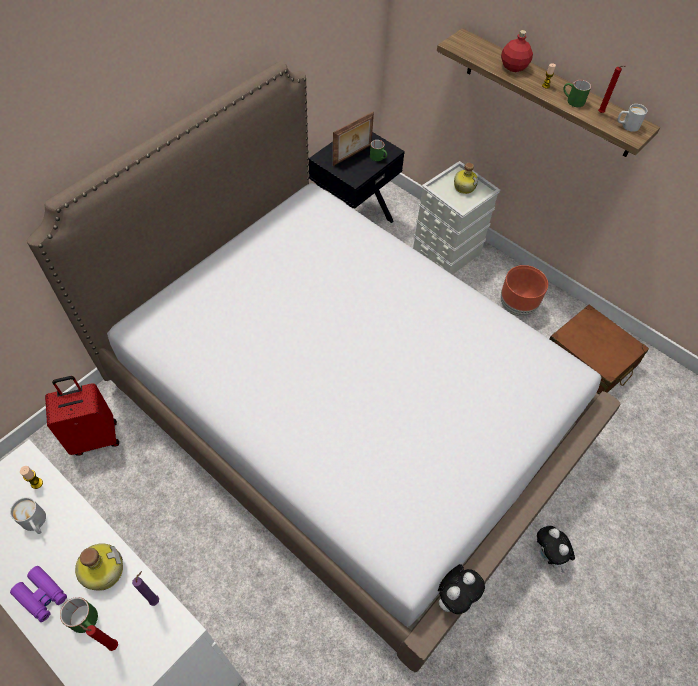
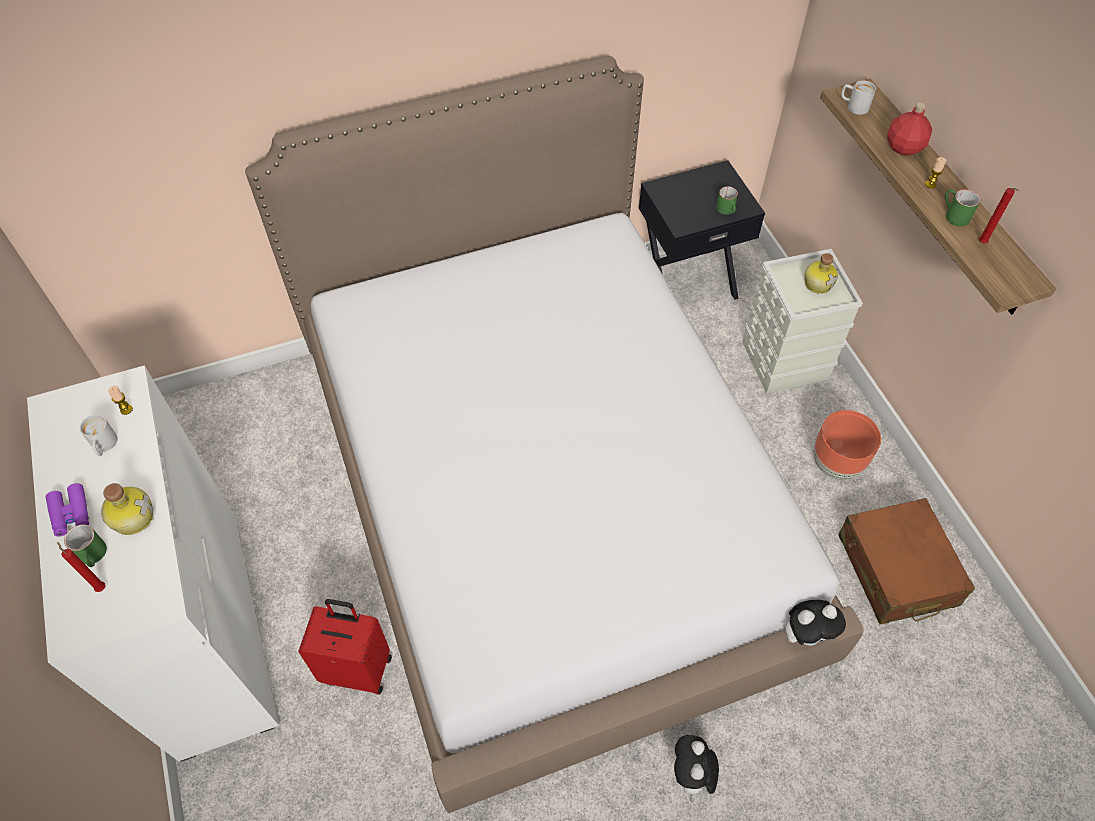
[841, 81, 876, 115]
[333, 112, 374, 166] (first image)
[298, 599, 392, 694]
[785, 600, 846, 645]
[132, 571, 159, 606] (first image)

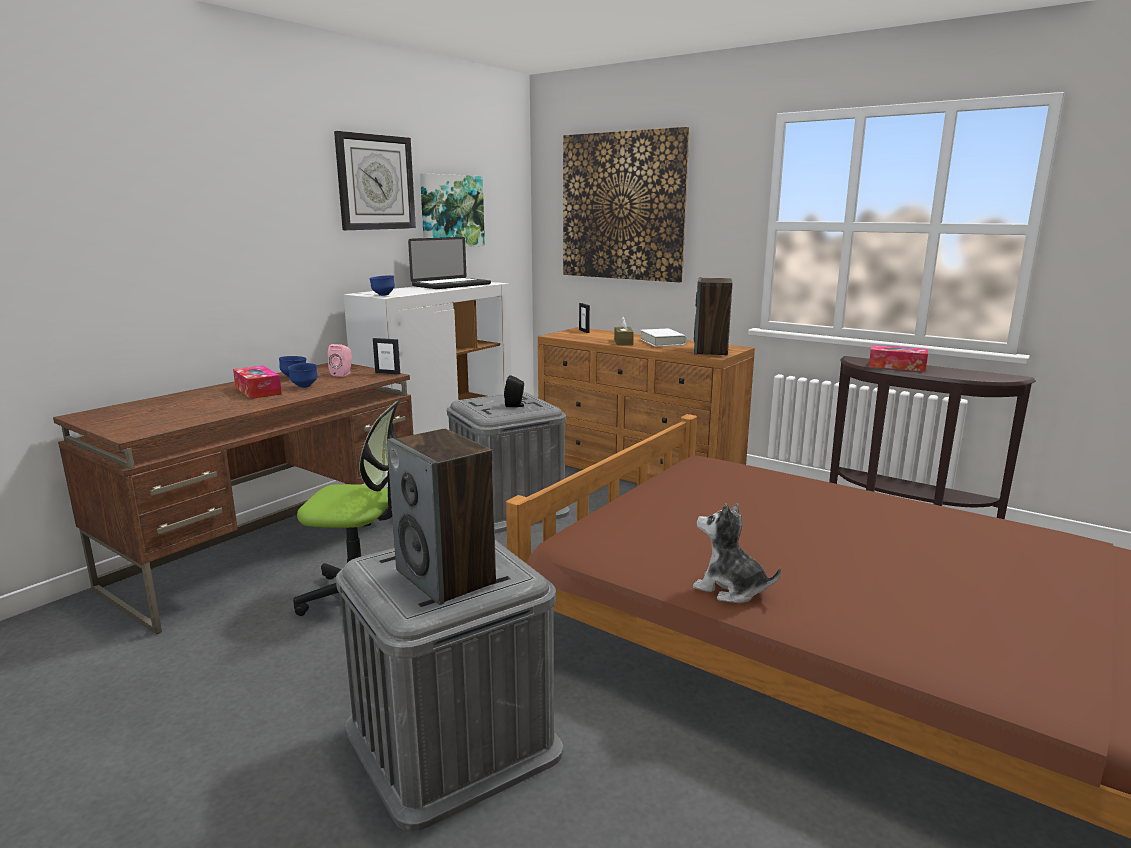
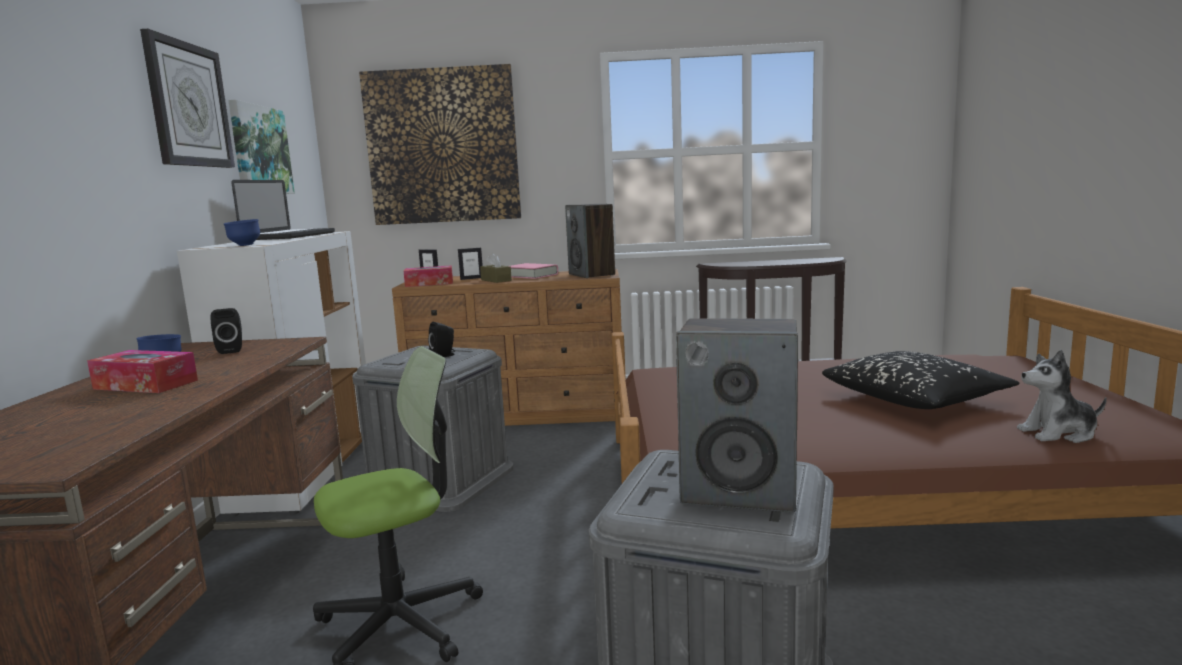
[510, 263, 558, 279]
[458, 248, 483, 280]
[211, 308, 242, 354]
[403, 265, 453, 287]
[288, 363, 317, 388] (first image)
[1017, 350, 1107, 443]
[822, 351, 1019, 409]

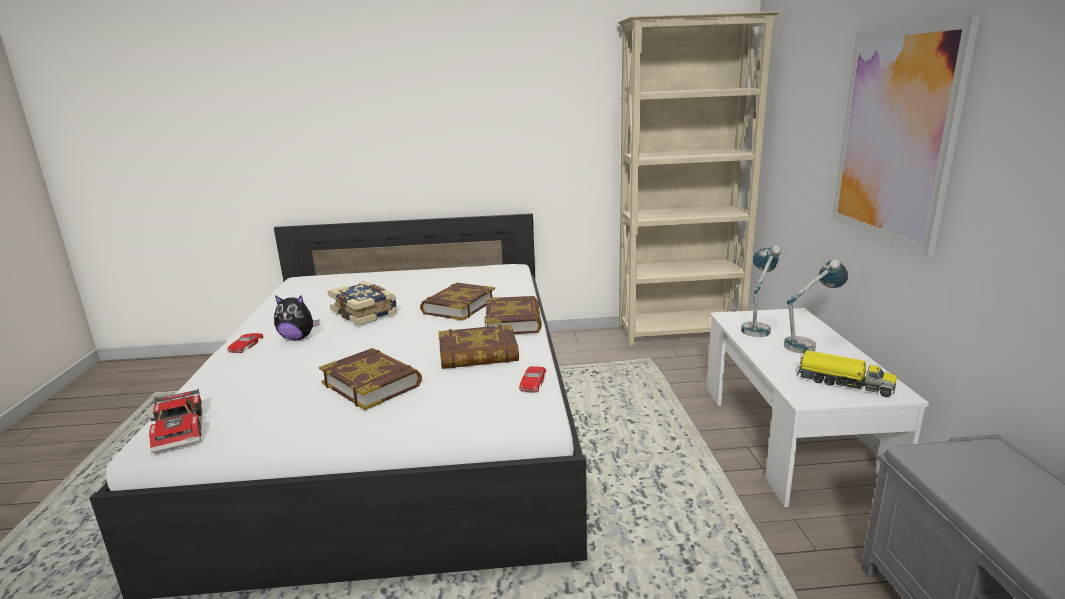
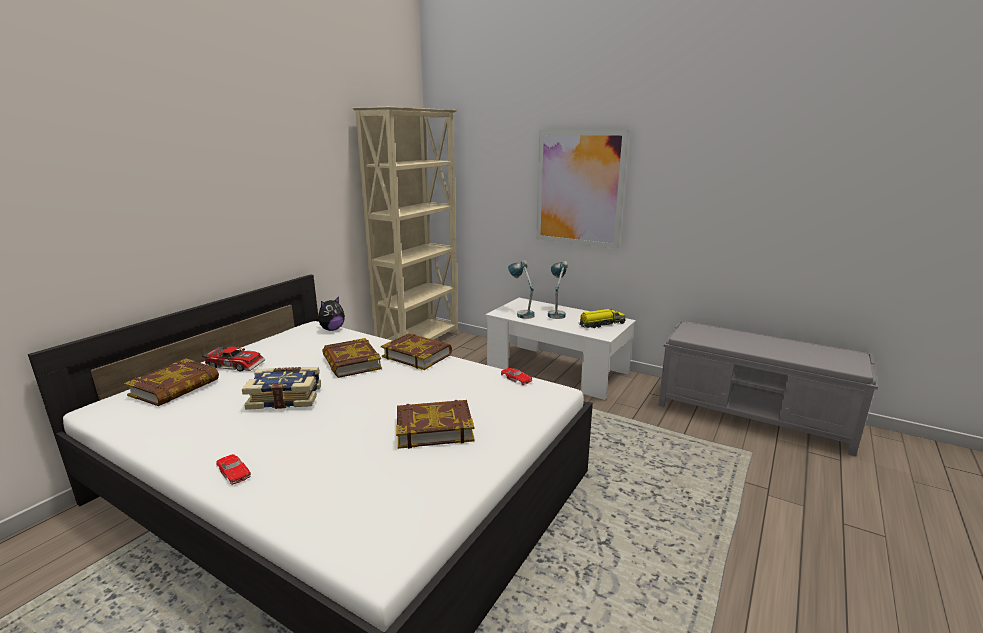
[317, 296, 345, 331]
[124, 359, 219, 406]
[202, 346, 265, 372]

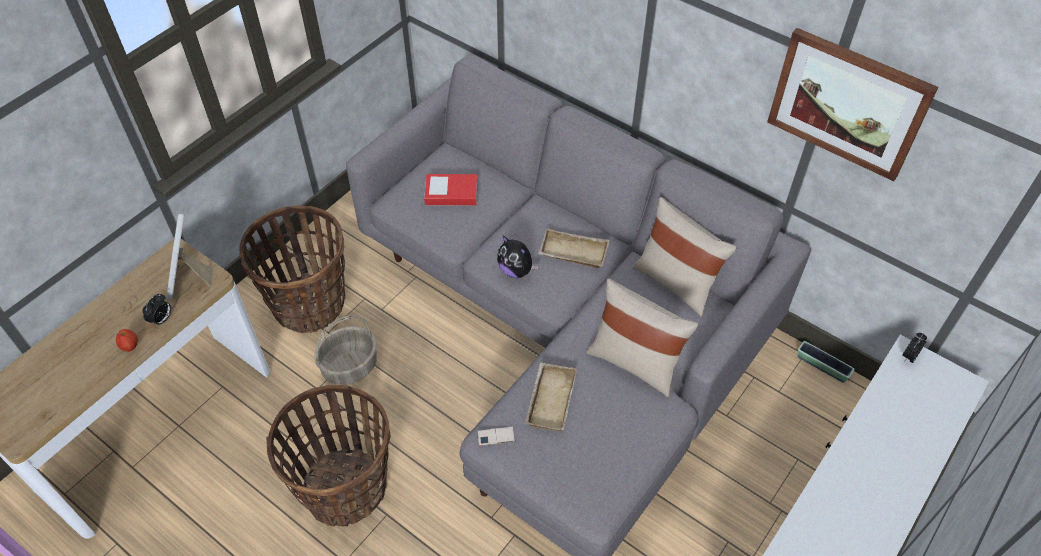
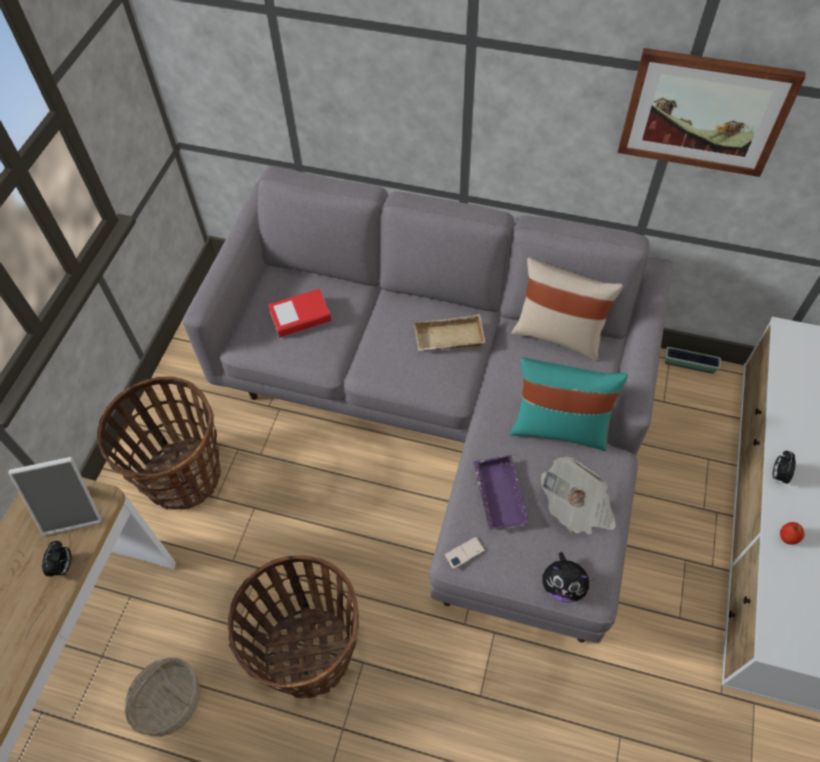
[9, 457, 102, 536]
[543, 552, 593, 603]
[509, 358, 628, 451]
[125, 657, 200, 737]
[780, 522, 805, 544]
[773, 451, 796, 484]
[473, 455, 529, 530]
[541, 457, 616, 535]

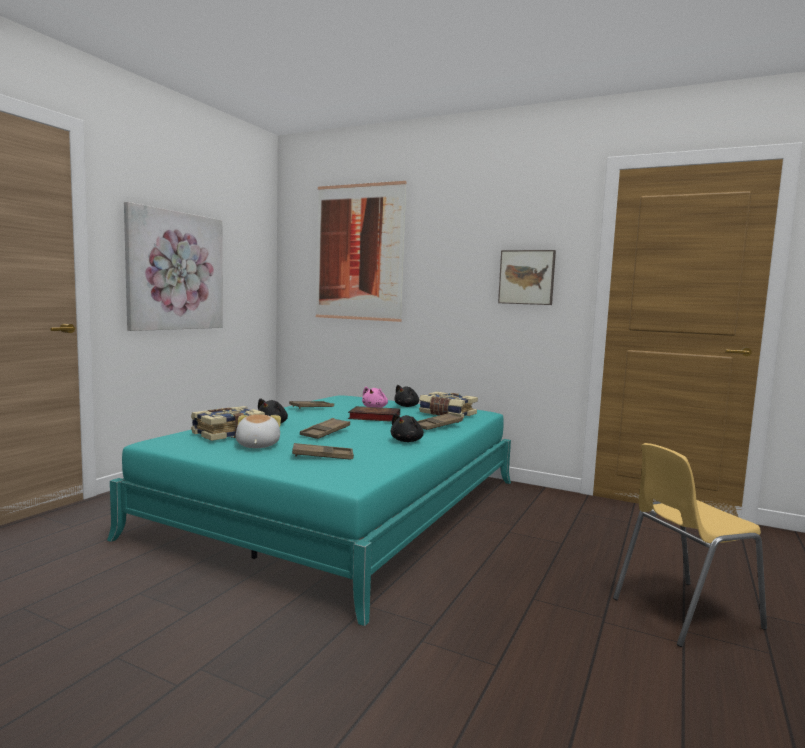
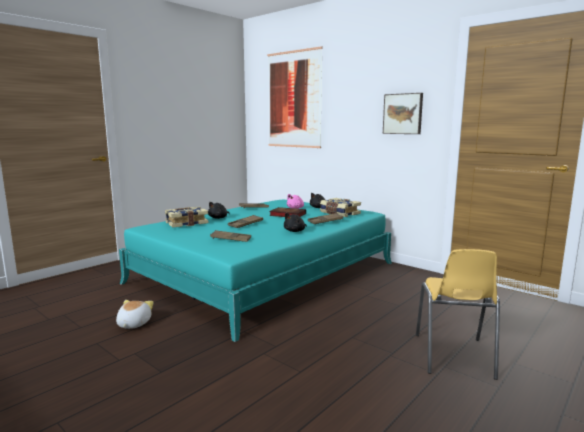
[124, 202, 223, 331] (first image)
[116, 300, 154, 329]
[416, 249, 500, 380]

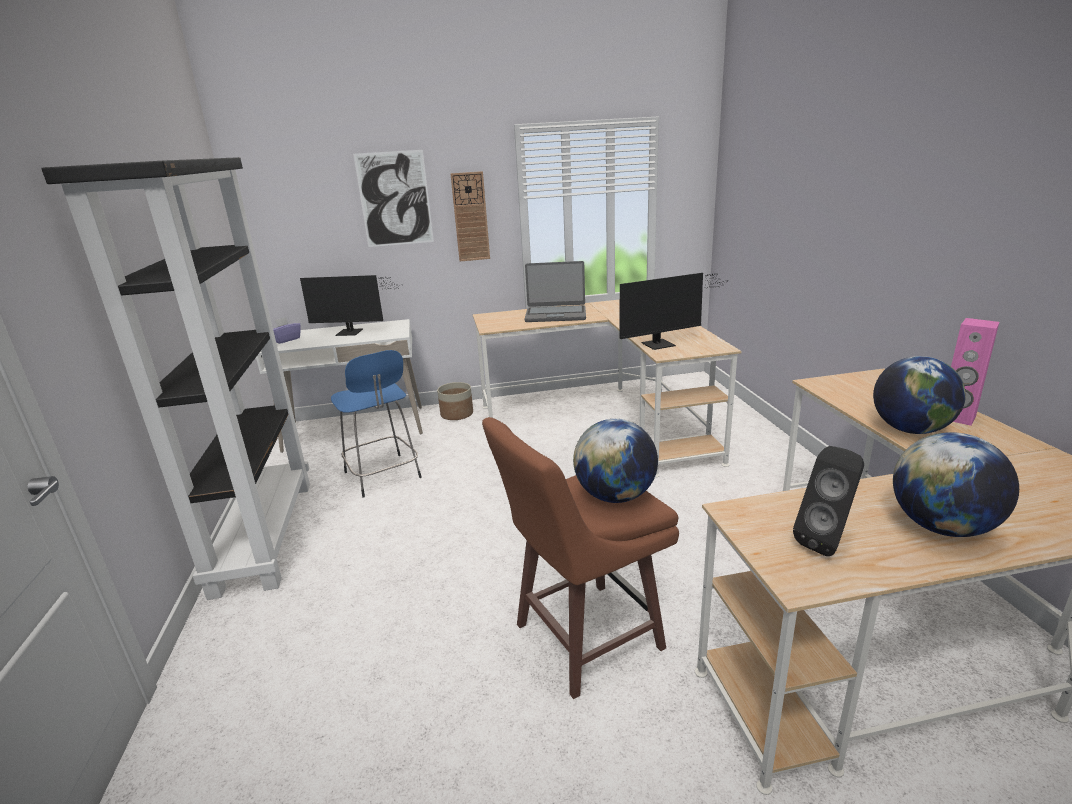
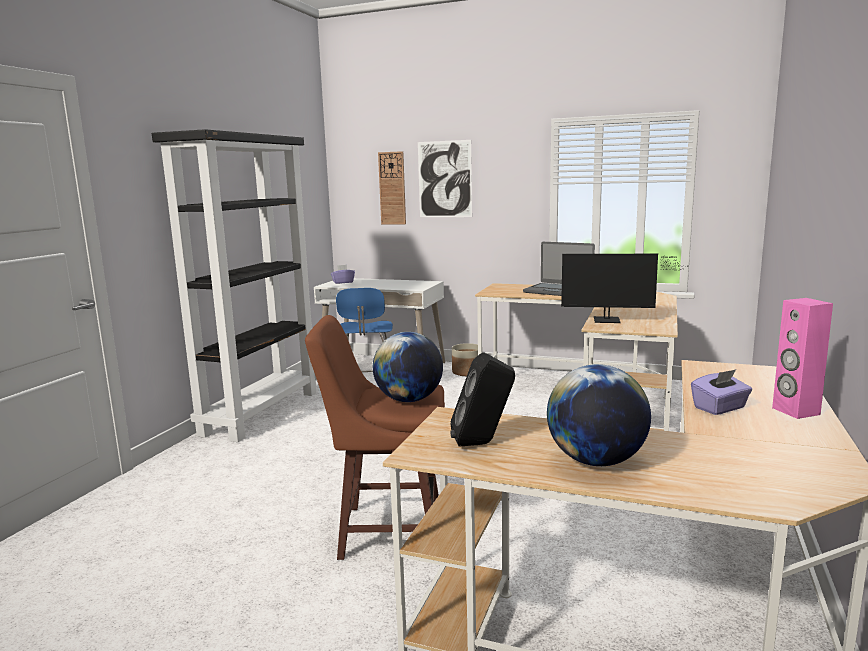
[378, 151, 406, 224]
[300, 275, 402, 336] (first image)
[691, 369, 752, 415]

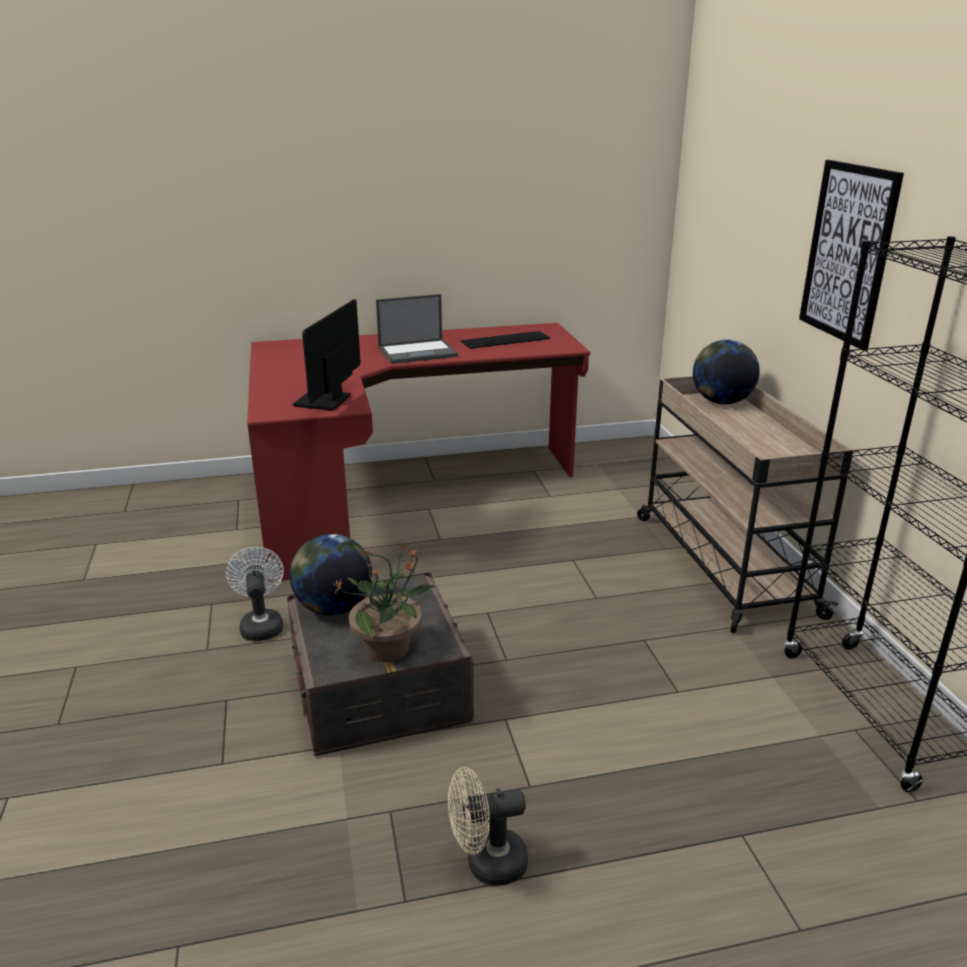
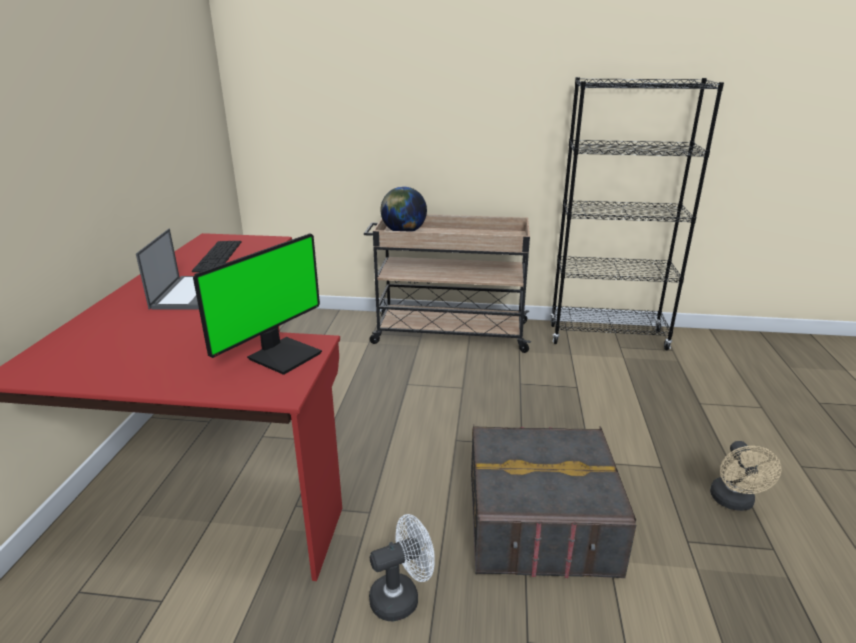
[799, 160, 904, 350] (first image)
[193, 233, 322, 375]
[290, 534, 372, 615] (first image)
[332, 543, 437, 662] (first image)
[369, 514, 435, 621]

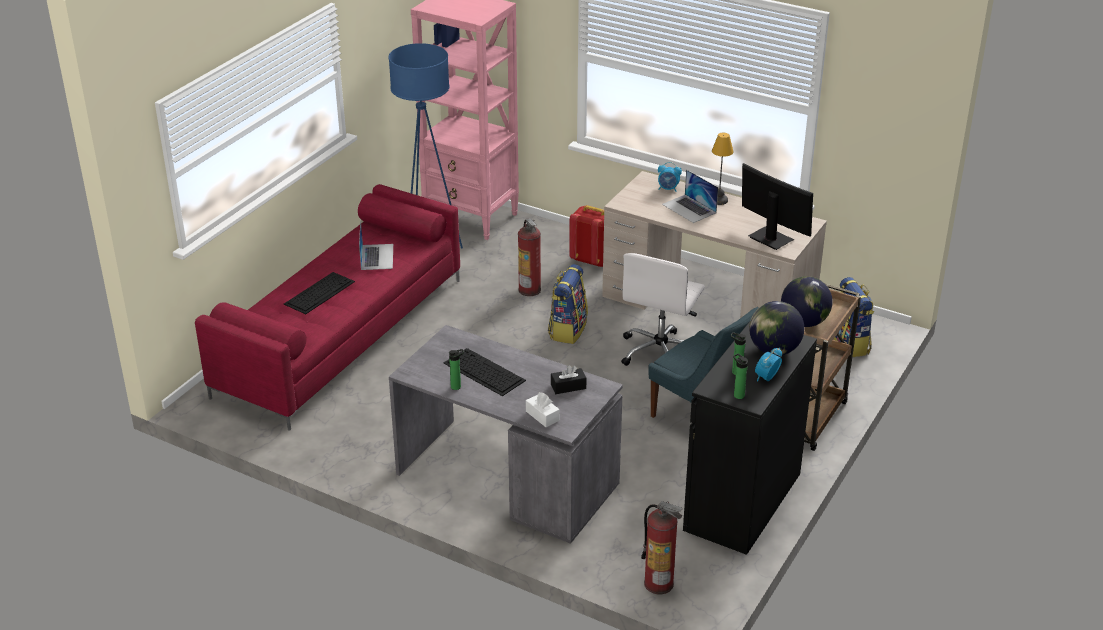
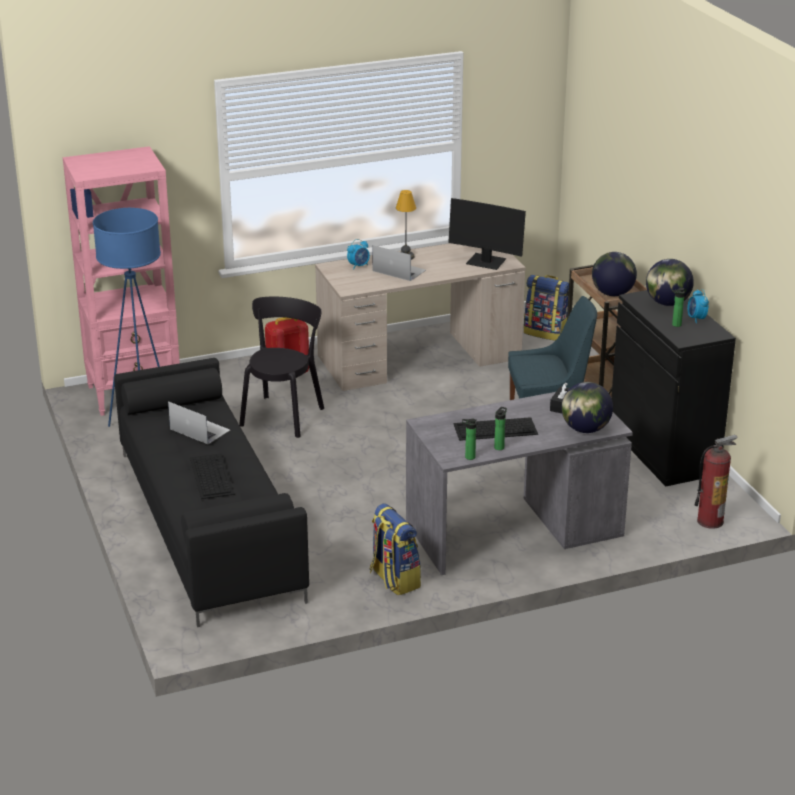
[448, 198, 526, 270]
[372, 245, 426, 281]
[114, 358, 309, 627]
[239, 297, 324, 438]
[621, 253, 705, 366] (first image)
[370, 503, 421, 595]
[462, 419, 477, 460]
[561, 382, 613, 433]

